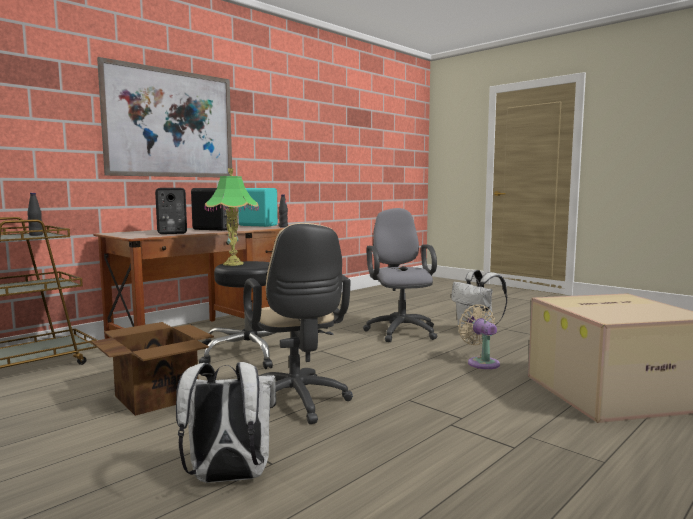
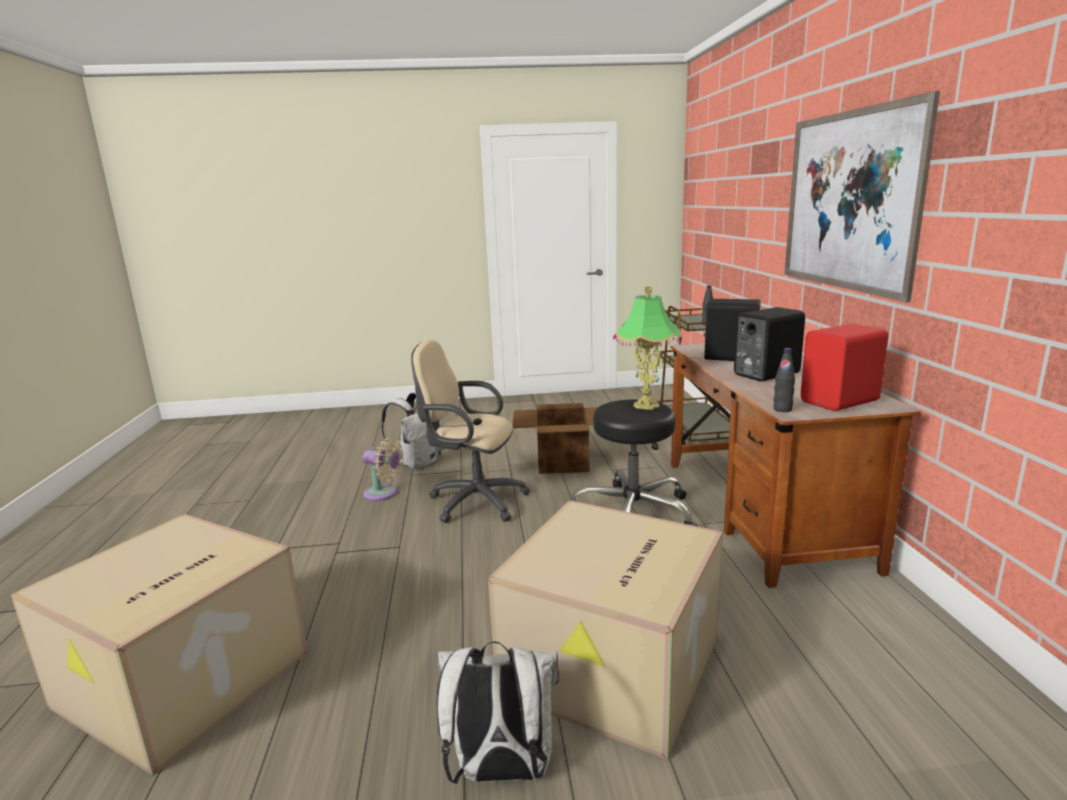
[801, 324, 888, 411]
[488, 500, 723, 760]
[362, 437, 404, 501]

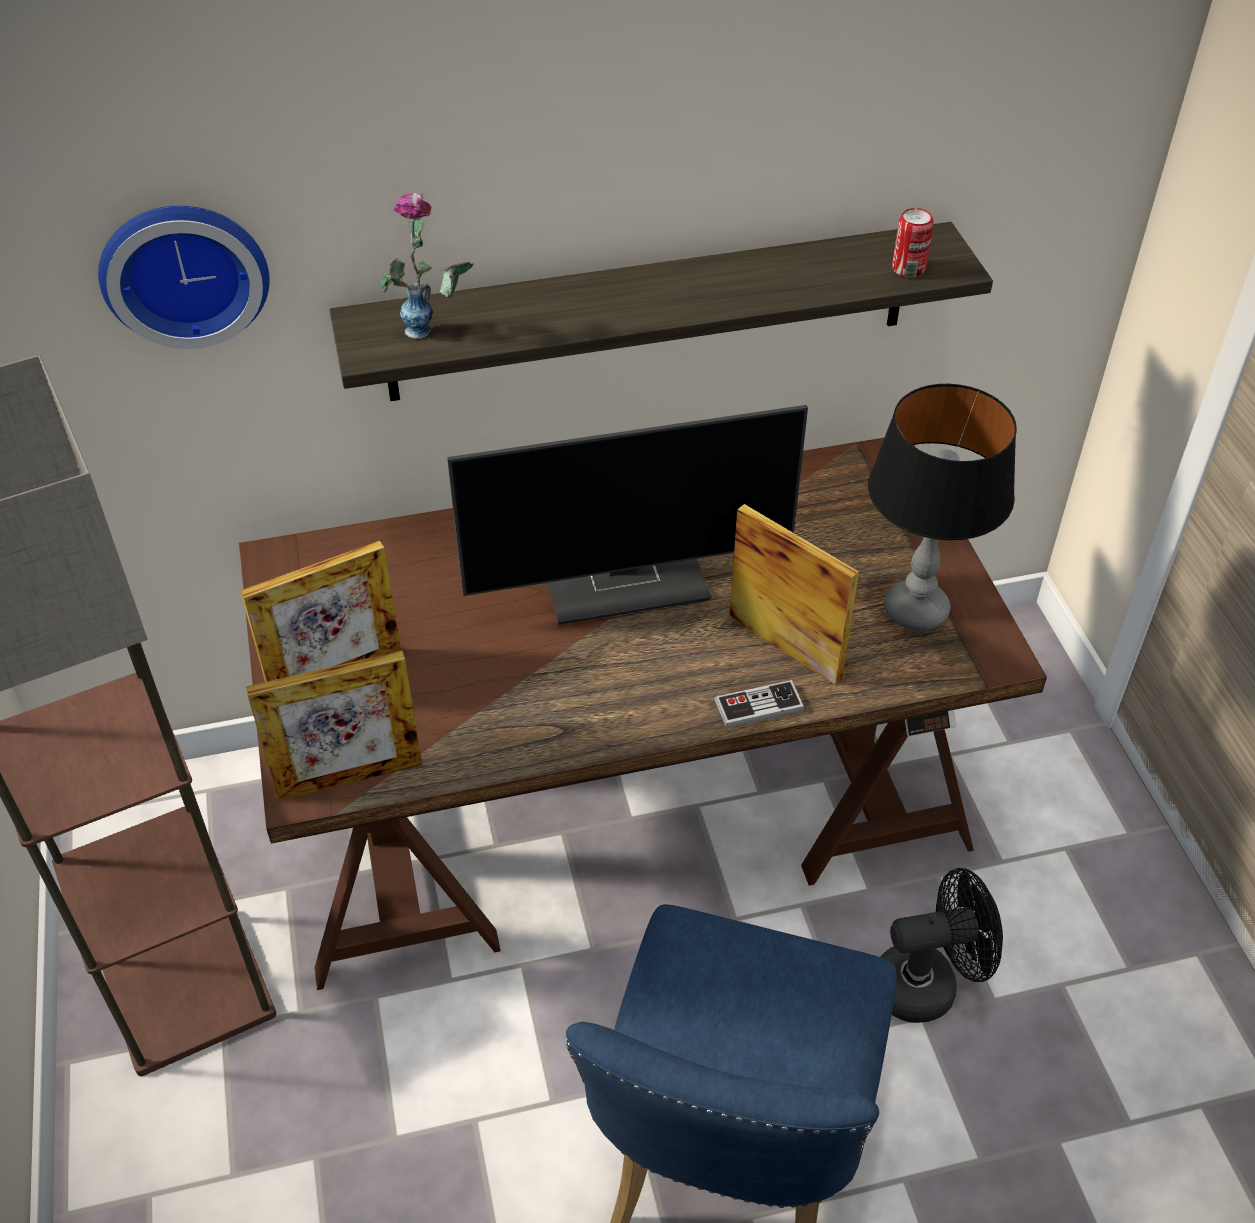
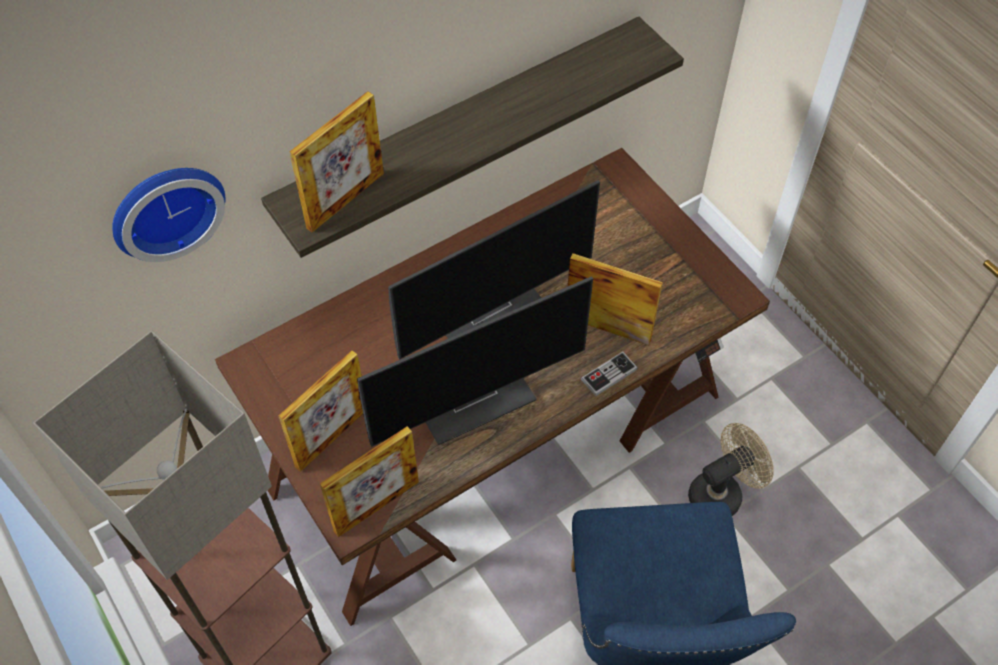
[289, 91, 384, 232]
[892, 208, 933, 278] (first image)
[868, 384, 1017, 631] (first image)
[688, 423, 773, 516]
[357, 276, 593, 447]

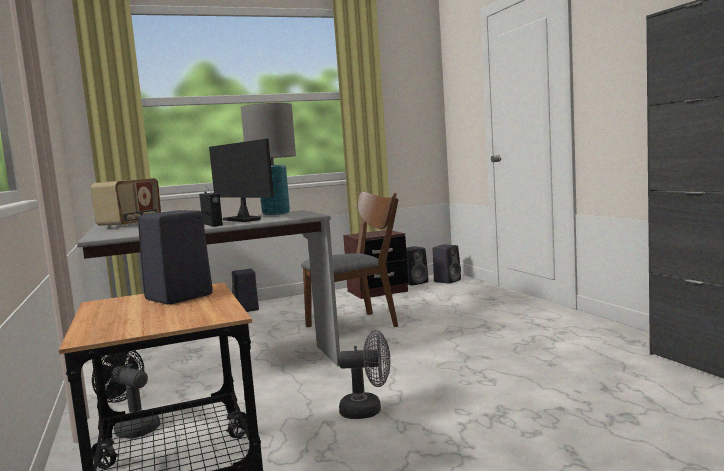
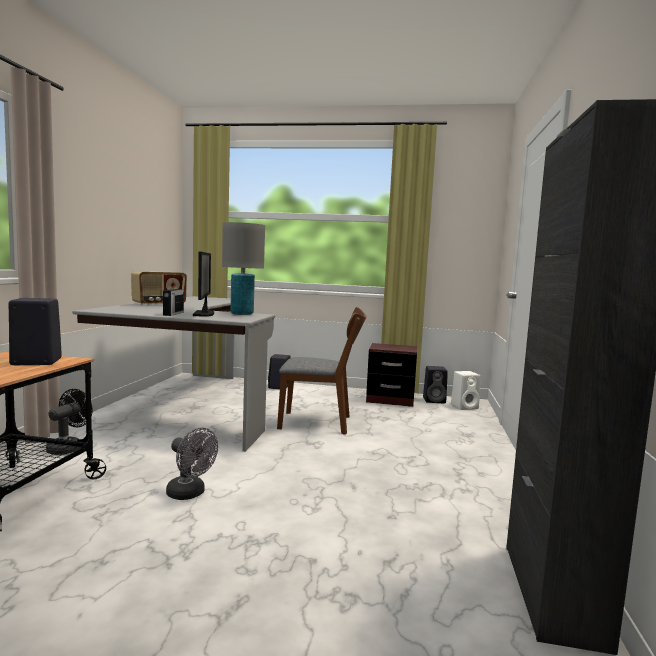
[451, 371, 480, 410]
[46, 389, 93, 455]

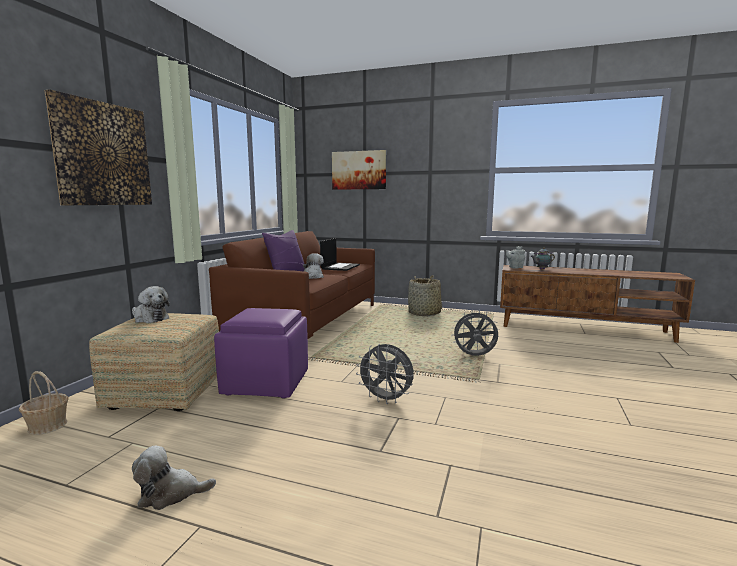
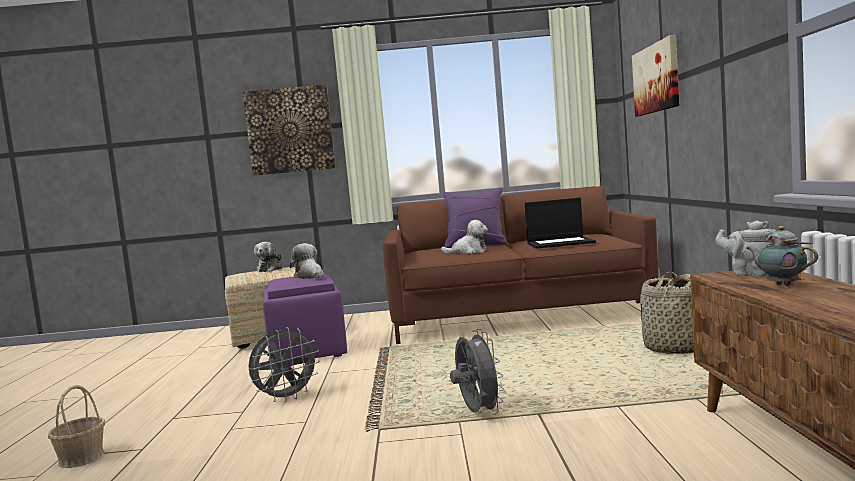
[248, 327, 320, 402]
[48, 385, 105, 468]
[289, 243, 324, 279]

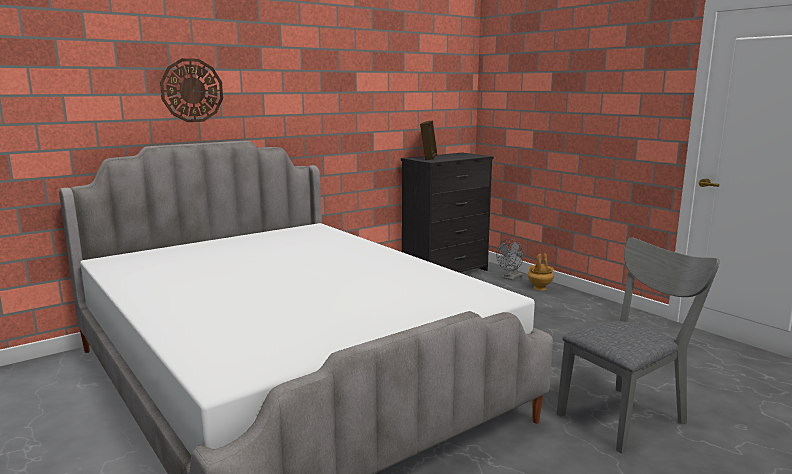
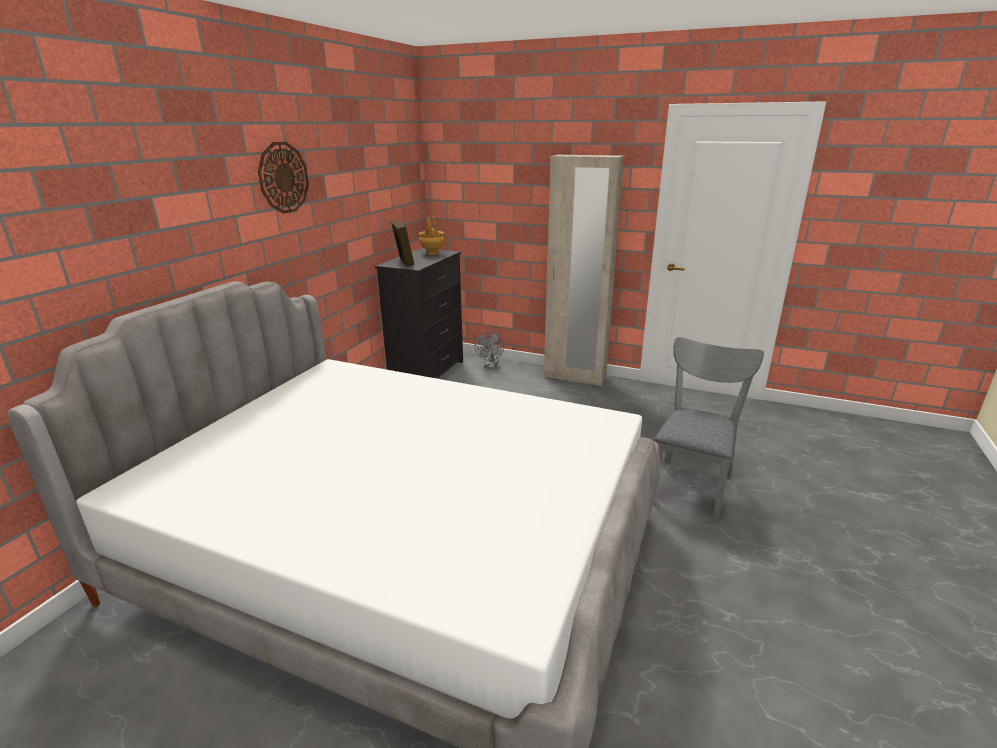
[258, 141, 309, 214]
[419, 217, 444, 255]
[544, 155, 624, 386]

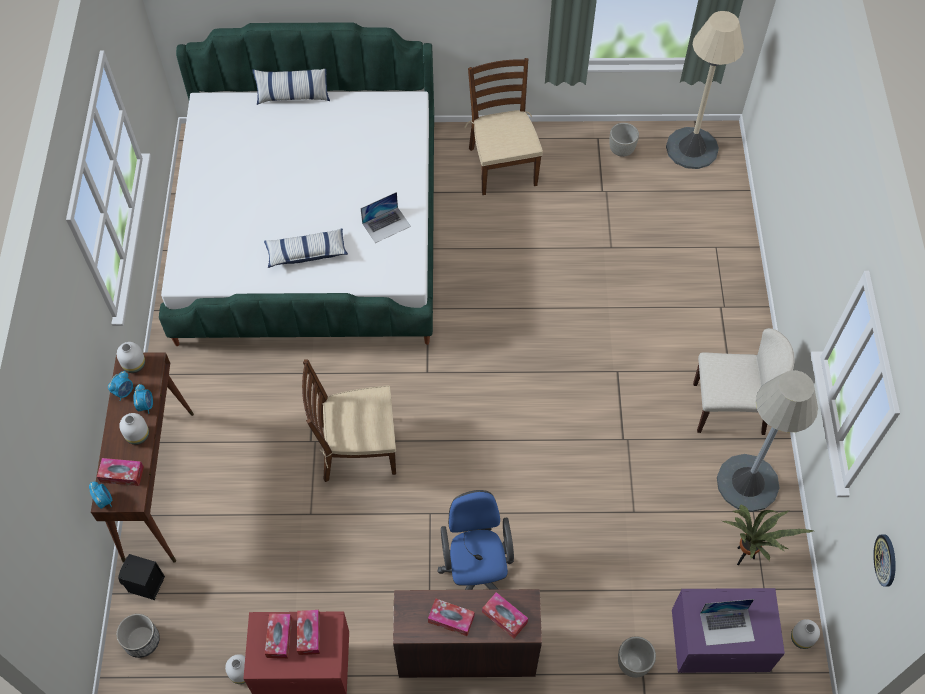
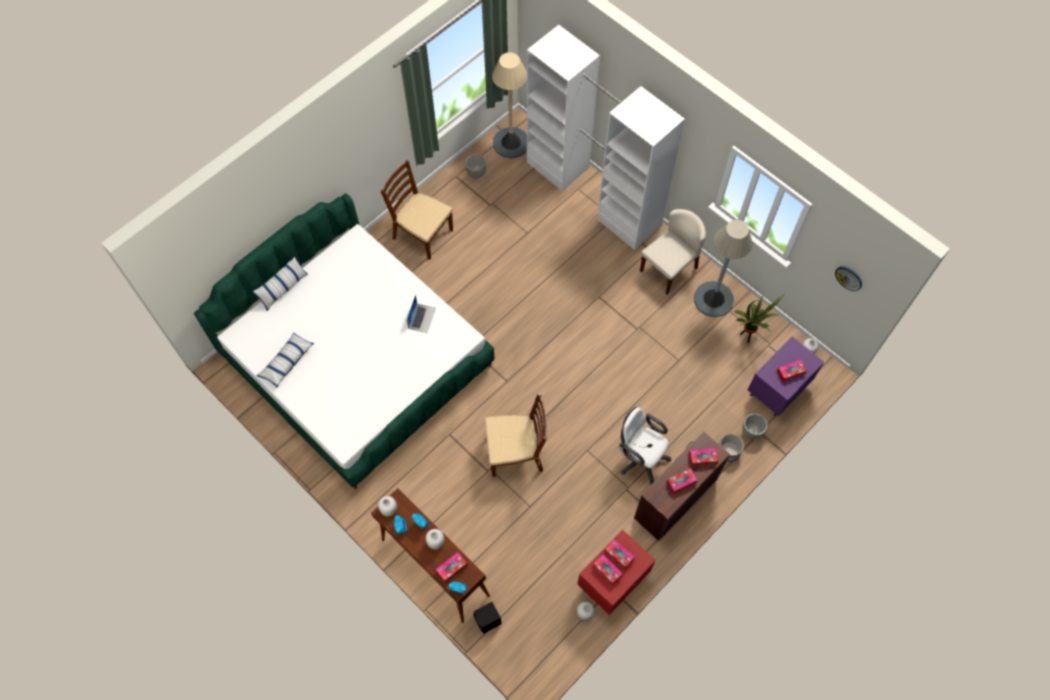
[256, 332, 314, 388]
[485, 393, 547, 477]
[620, 407, 671, 485]
[777, 360, 807, 382]
[719, 434, 744, 462]
[527, 25, 685, 250]

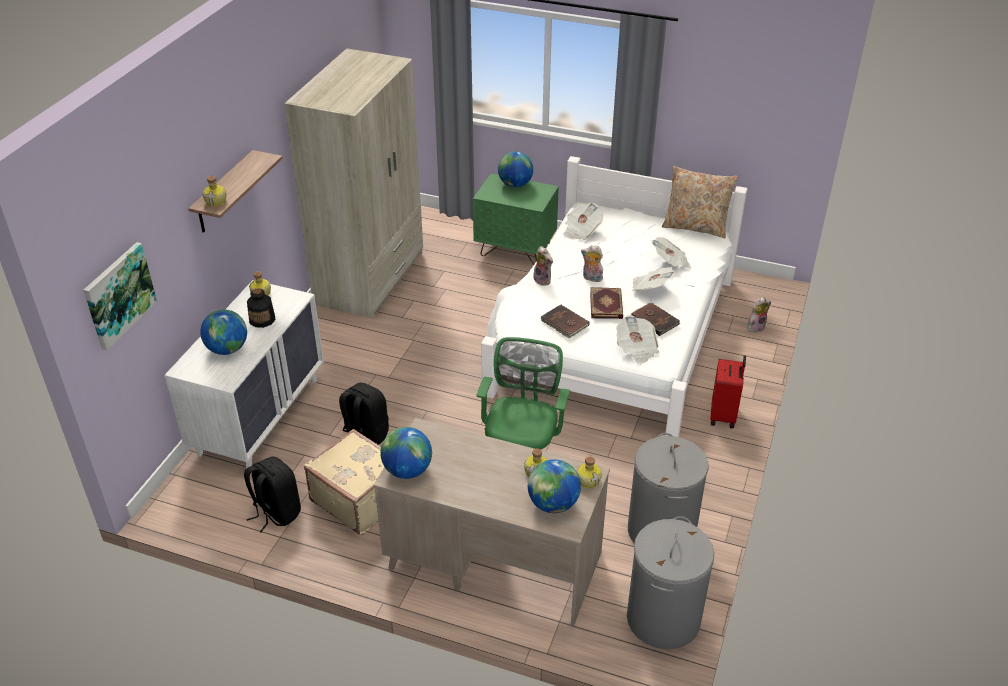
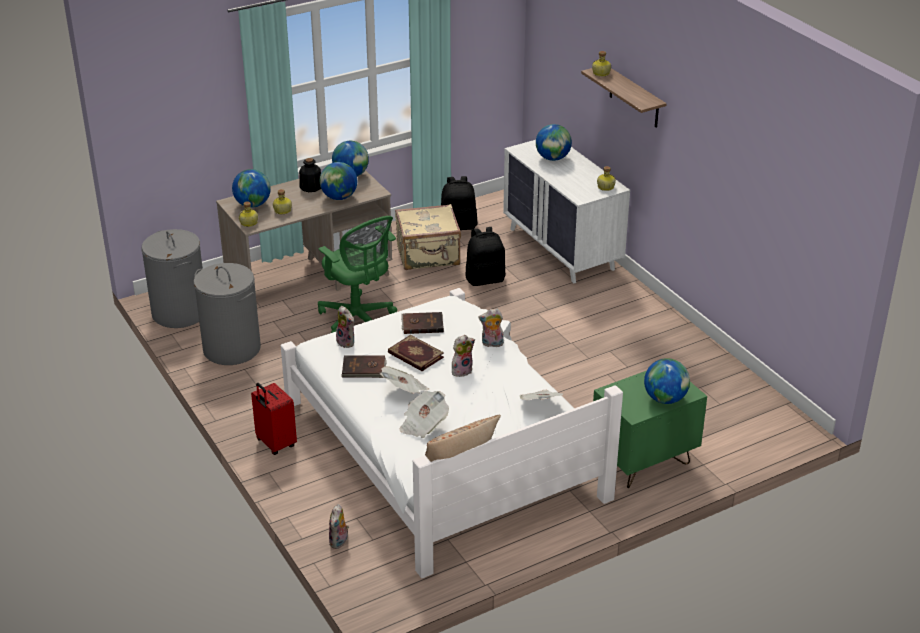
[284, 48, 423, 319] (first image)
[83, 242, 157, 350] (first image)
[299, 158, 321, 192]
[336, 306, 355, 348]
[320, 162, 357, 200]

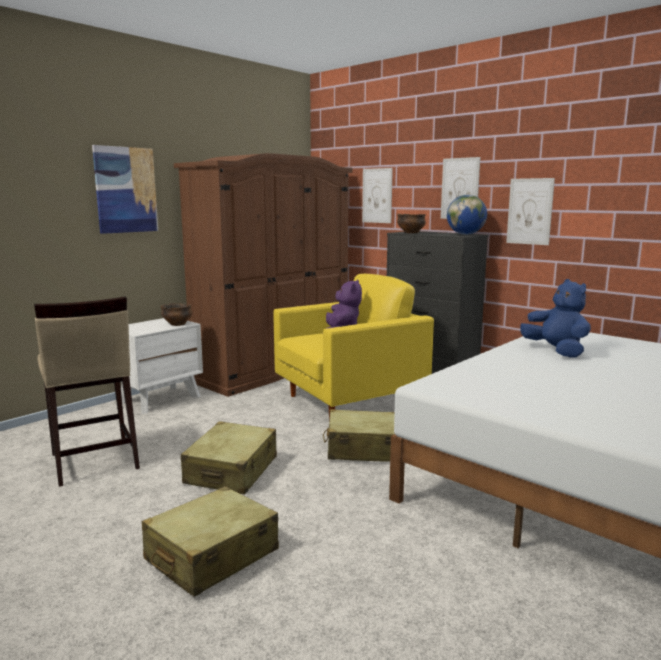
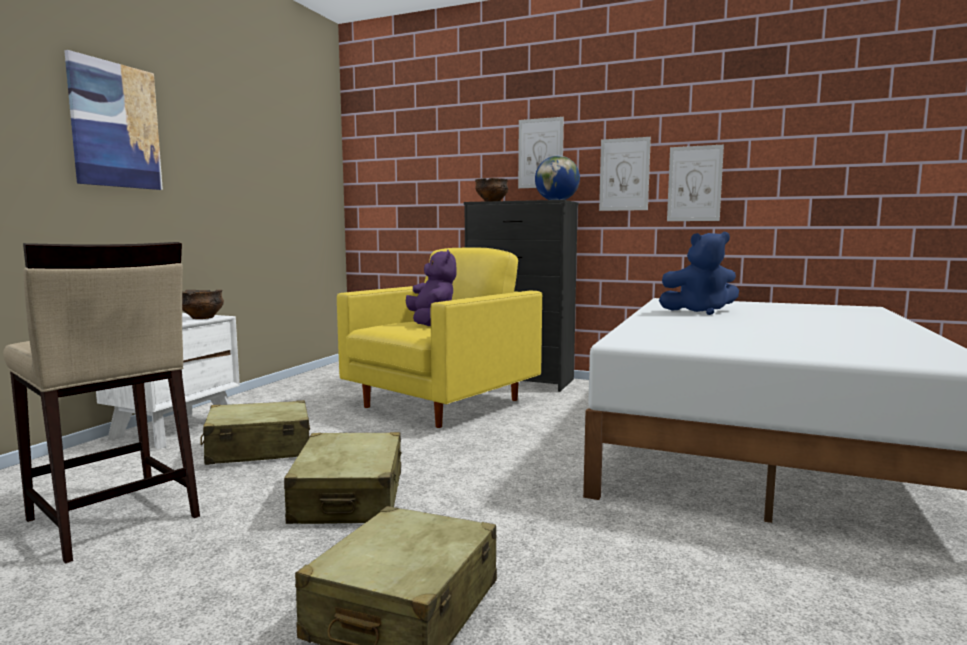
[174, 153, 353, 397] (first image)
[667, 145, 724, 221]
[659, 232, 739, 315]
[201, 400, 310, 465]

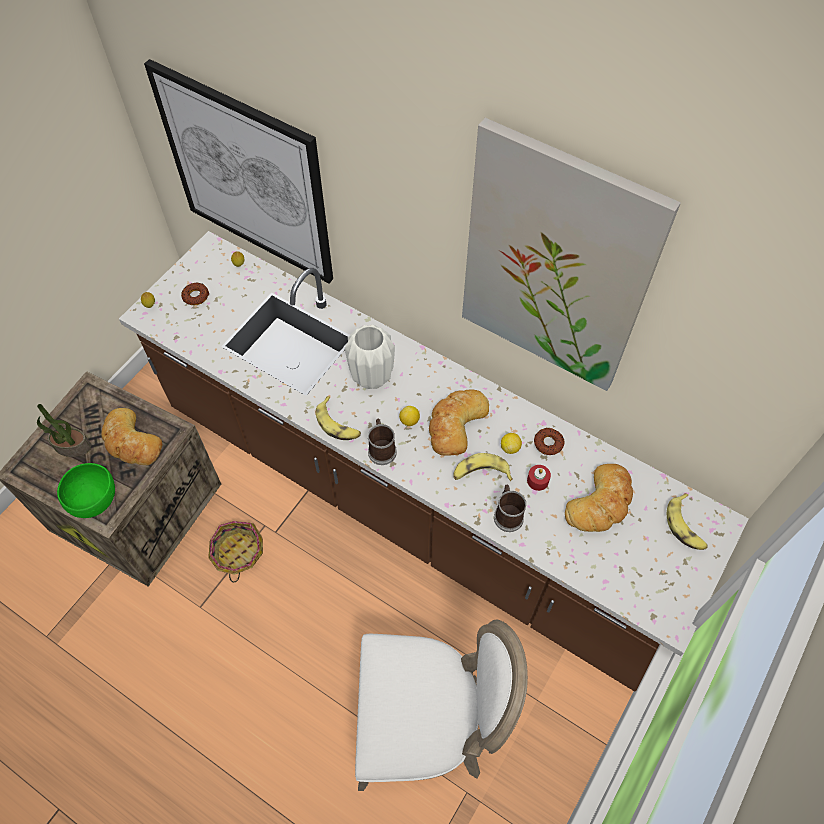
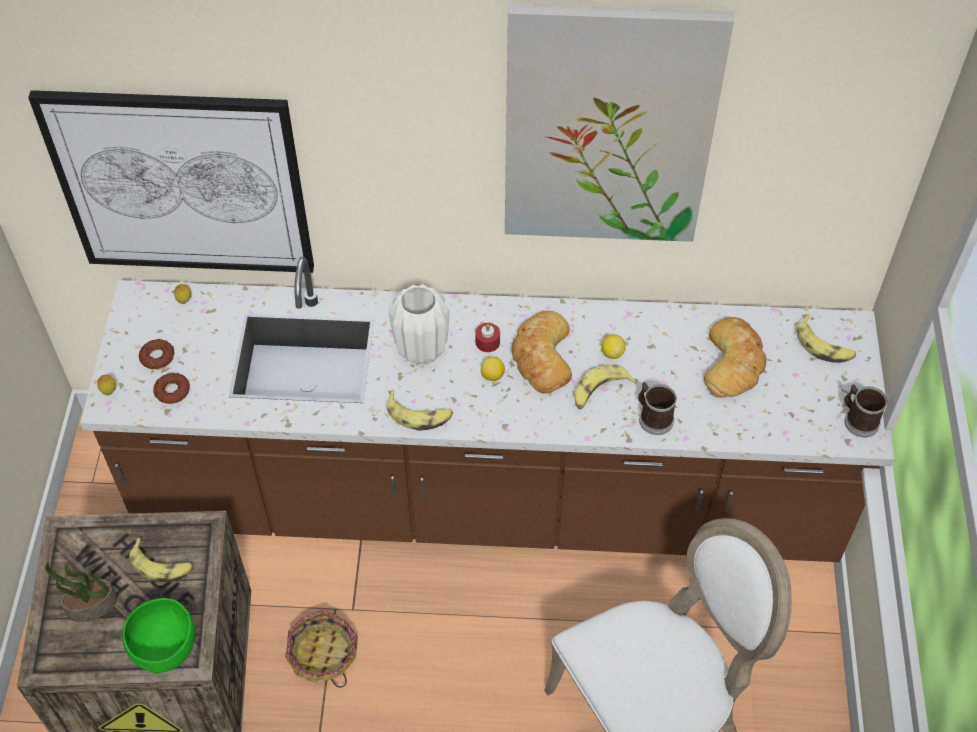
[129, 537, 194, 582]
[844, 384, 888, 437]
[154, 373, 190, 404]
[475, 323, 500, 352]

